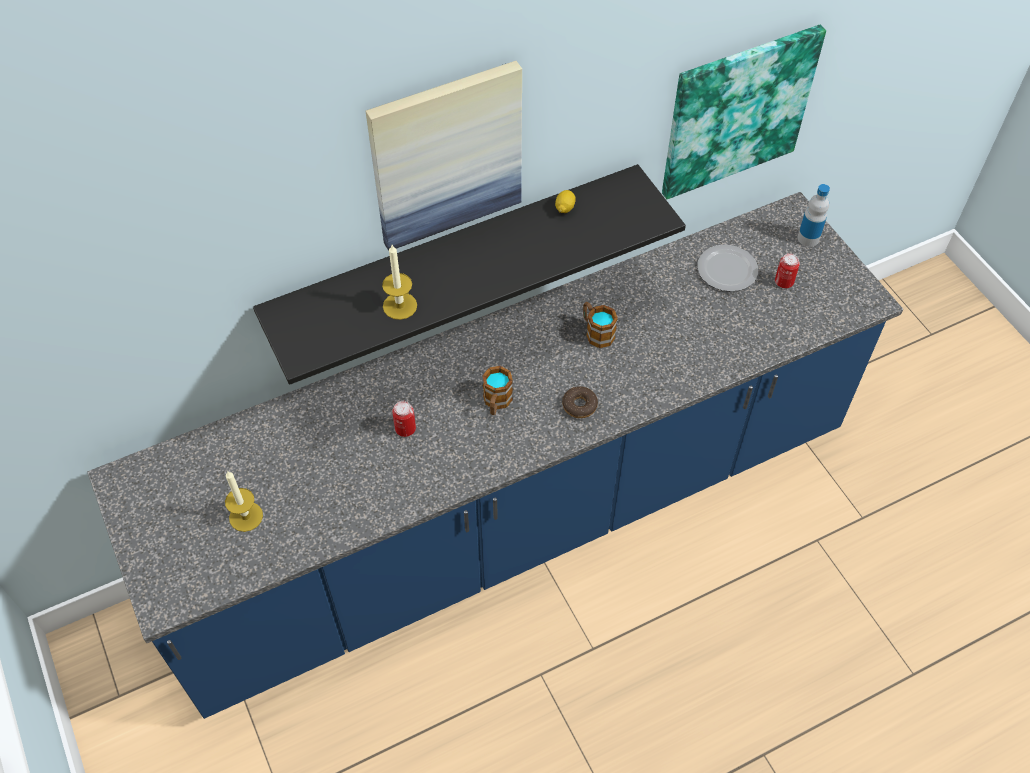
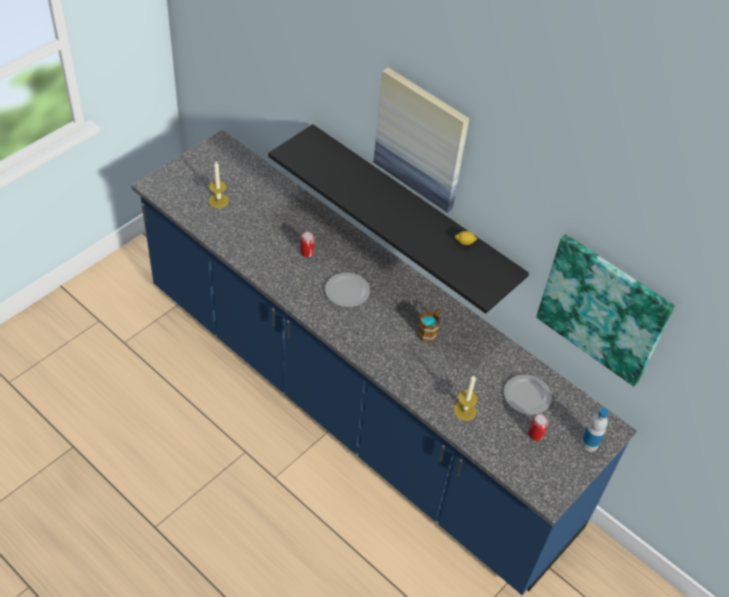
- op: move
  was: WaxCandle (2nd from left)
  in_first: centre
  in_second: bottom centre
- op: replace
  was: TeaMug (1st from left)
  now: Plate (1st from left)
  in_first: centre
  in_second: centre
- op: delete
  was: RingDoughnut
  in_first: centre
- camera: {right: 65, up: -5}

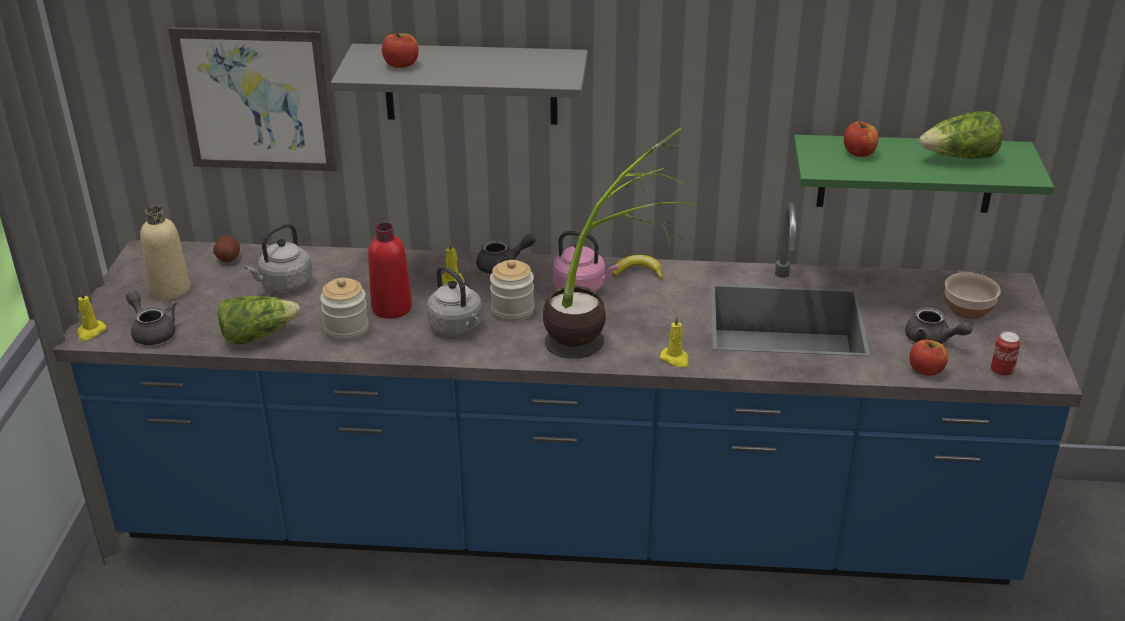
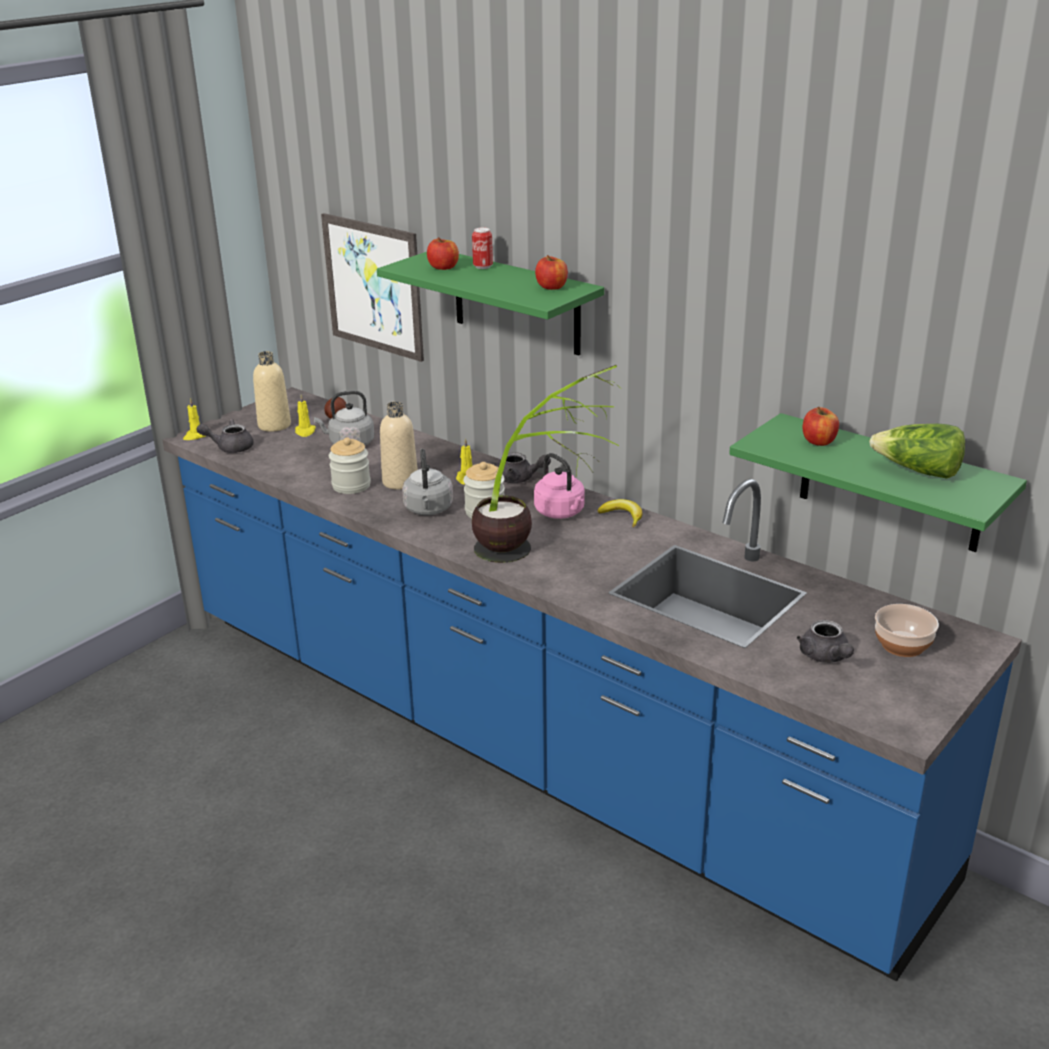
- op: rotate
  was: GreyishTeaPot (1st from left)
  in_first: middle left
  in_second: middle left
  clockwise: -90
- op: delete
  was: LettuceHead (1st from left)
  in_first: middle left
- op: recolor
  was: GreyishShelf
  now: GreenColouredShelf (1st from left)
  in_first: top centre
  in_second: top centre
- op: recolor
  was: ReddishBottle
  now: BeigeColouredBottle (2nd from left)
  in_first: centre
  in_second: centre
- op: move
  was: YellowishWaxCandle (3rd from left in the first image)
  now: YellowishWaxCandle (2nd from left)
  in_first: centre
  in_second: middle left
- op: move
  was: Apple (3rd from left in the first image)
  now: Apple (2nd from left)
  in_first: middle right
  in_second: top centre
- op: move
  was: MetalCan
  in_first: middle right
  in_second: top centre
- camera: {right: 35, up: -5}

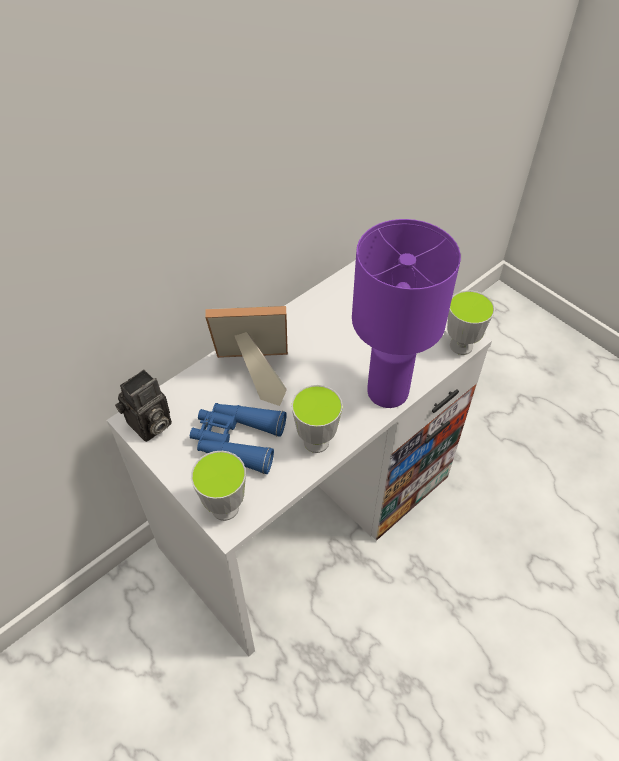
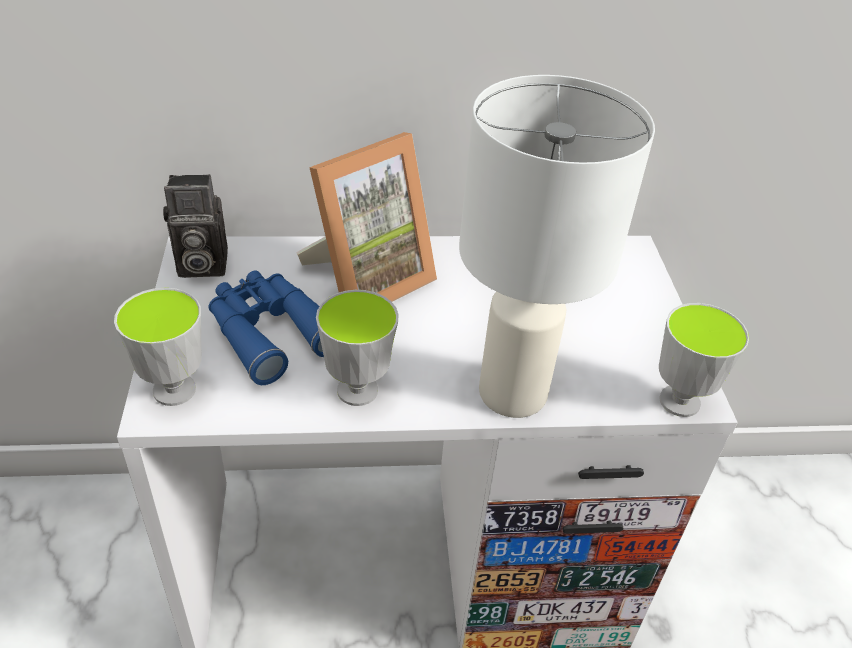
- op: rotate
  was: PictureFrame
  in_first: centre
  in_second: centre
  clockwise: 105
- op: recolor
  was: PurplishLampForATable
  now: WhiteColouredLampForATable
  in_first: centre
  in_second: centre
- camera: {right: 35, up: -10}

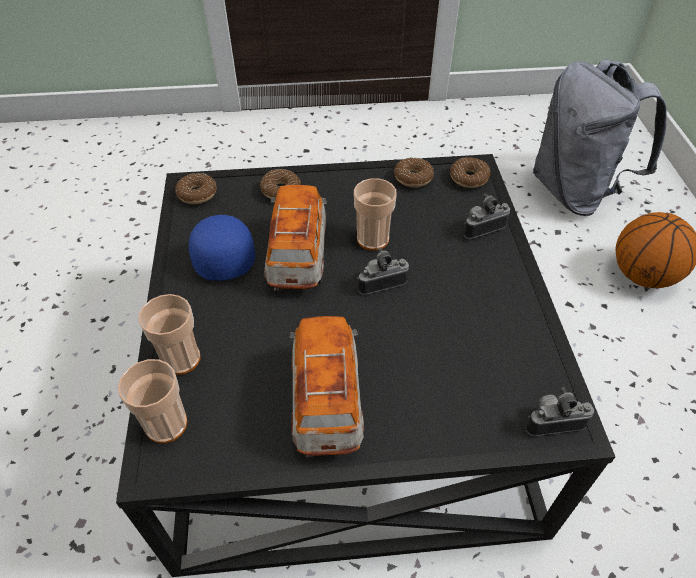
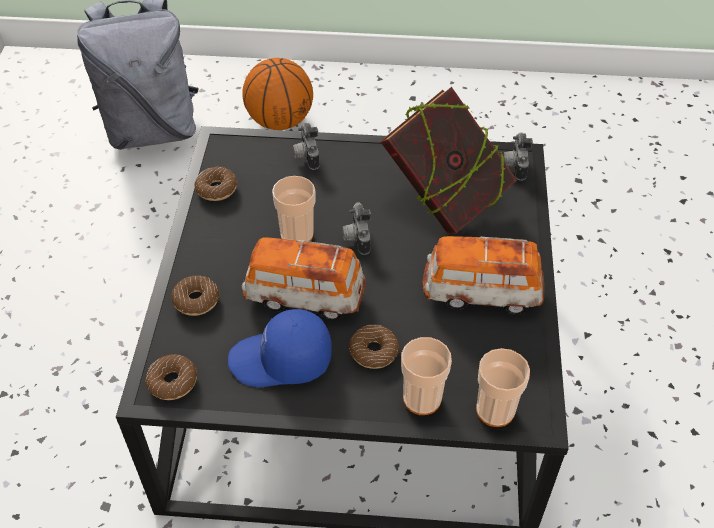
- op: move
  was: RingDoughnut (4th from left)
  in_first: top right
  in_second: centre
- op: insert
  now: BoundBook
  in_second: top centre
- camera: {right: -80, up: 0}

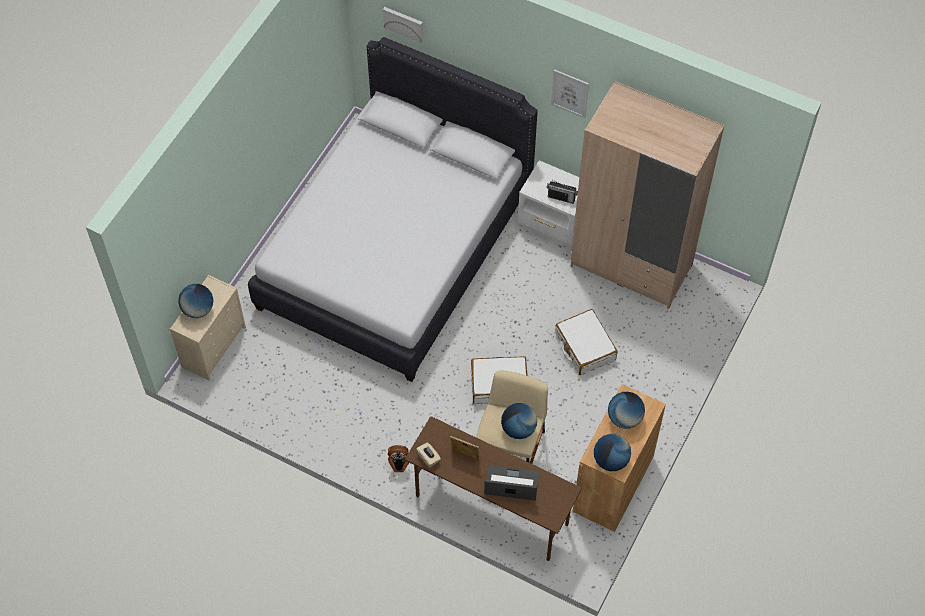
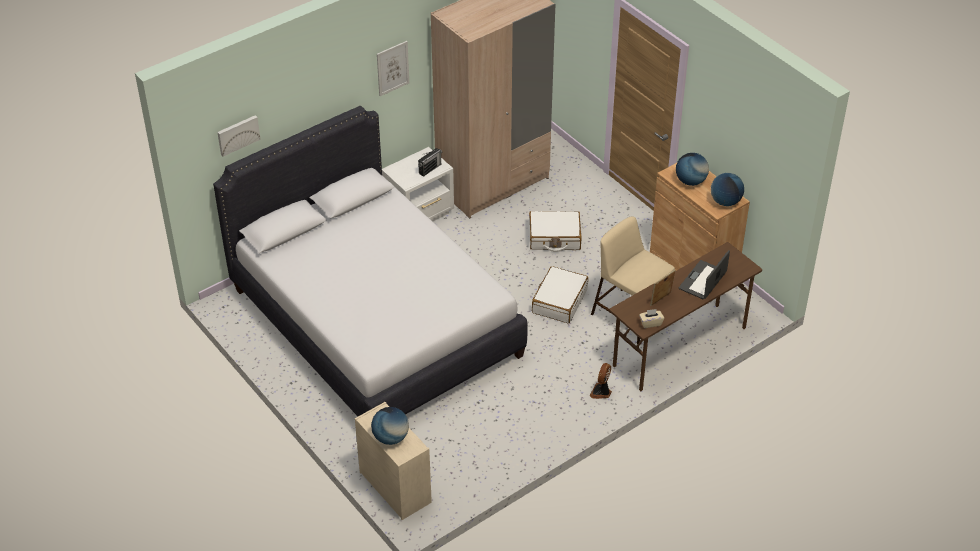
- op: delete
  was: DeskGlobe (2nd from left)
  in_first: bottom centre
- camera: {right: -65, up: -15}

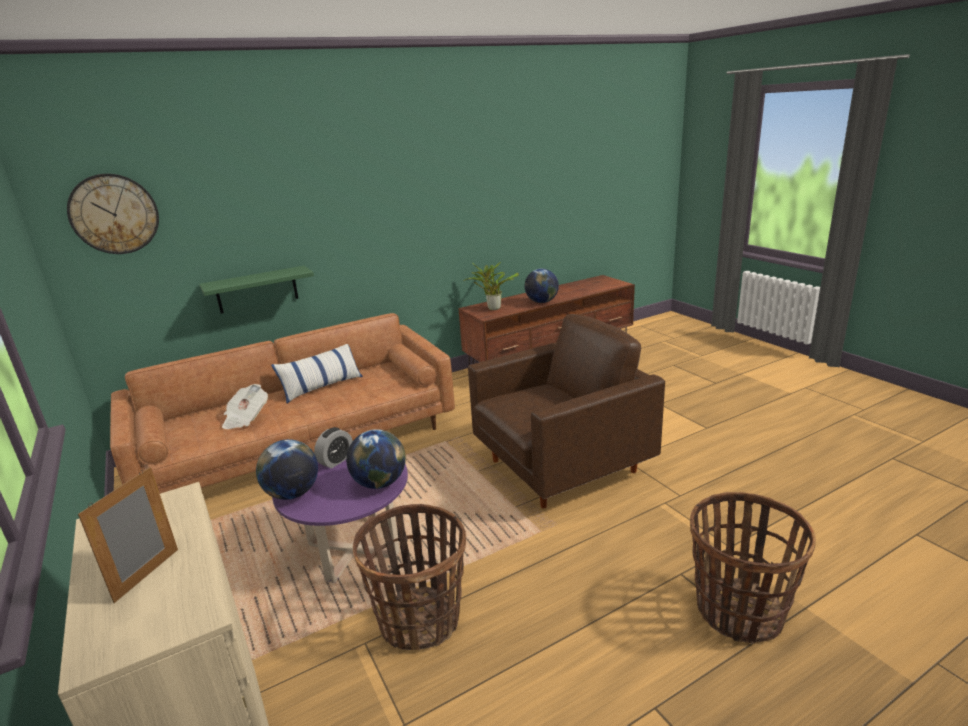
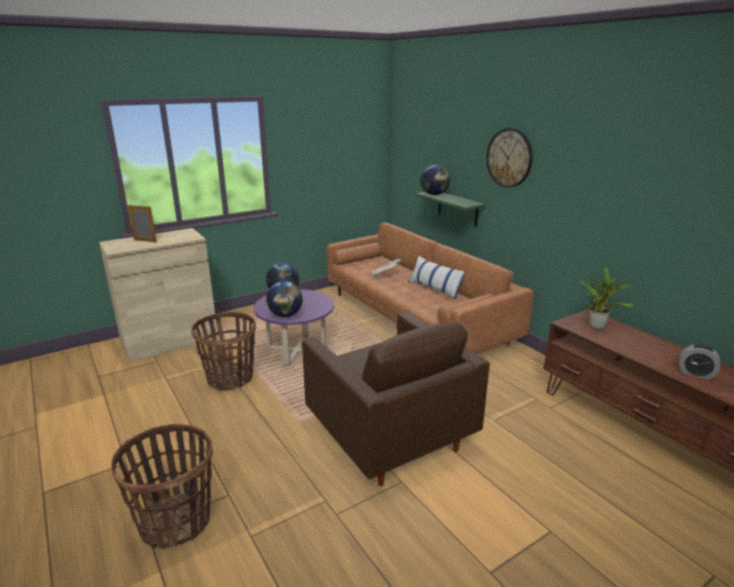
- op: move
  was: ClockOnTheWall
  in_first: top left
  in_second: top right
- op: move
  was: TableClock
  in_first: centre
  in_second: middle right
- op: move
  was: DeskGlobe (3rd from left)
  in_first: centre
  in_second: top centre
- camera: {right: 85, up: 0}

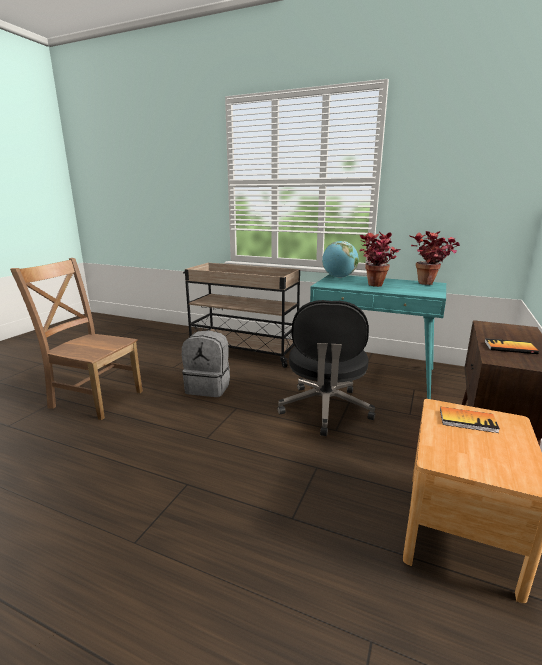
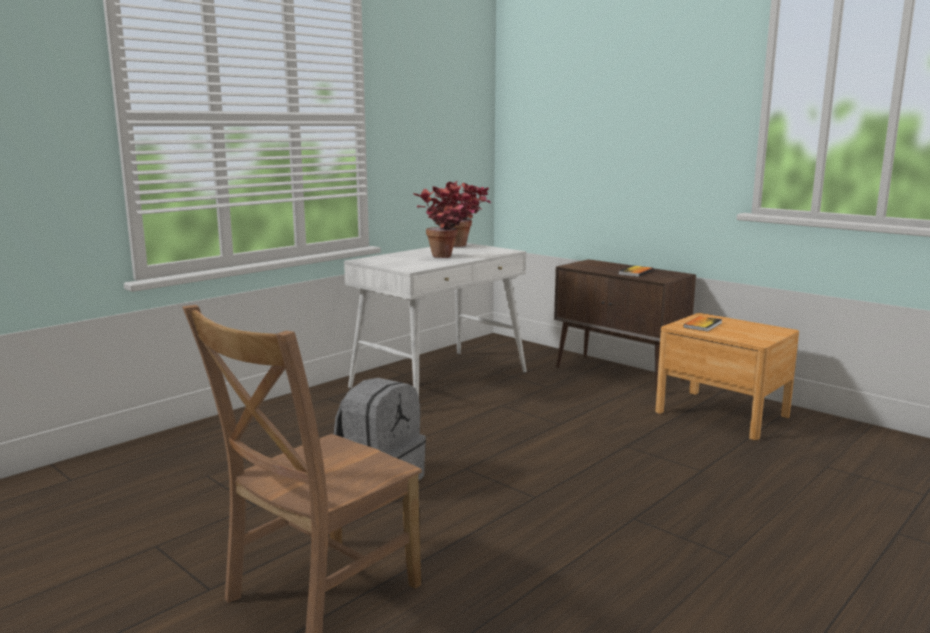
- op: delete
  was: BeigeColouredWheeledCart
  in_first: centre
- op: delete
  was: BlackishOfficeChair
  in_first: centre
- op: recolor
  was: BlueGreenDeskUnit
  now: WhiteColouredDeskUnit
  in_first: middle right
  in_second: centre
- op: delete
  was: DeskGlobe
  in_first: centre
- camera: {right: -70, up: -5}

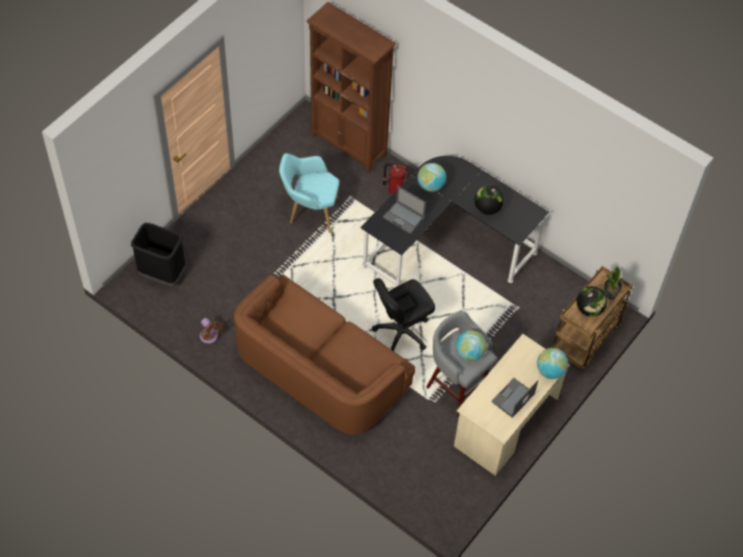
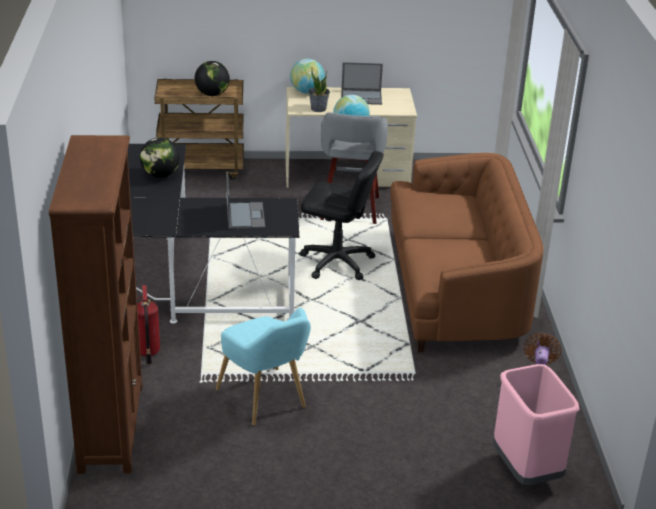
- op: recolor
  was: BlackishRubbishBin
  now: PinkRubbishBin
  in_first: middle left
  in_second: bottom right
- op: delete
  was: DeskGlobe (1st from left)
  in_first: top centre
- op: move
  was: PlantInAPot
  in_first: middle right
  in_second: top centre
- camera: {right: -130, up: -25}

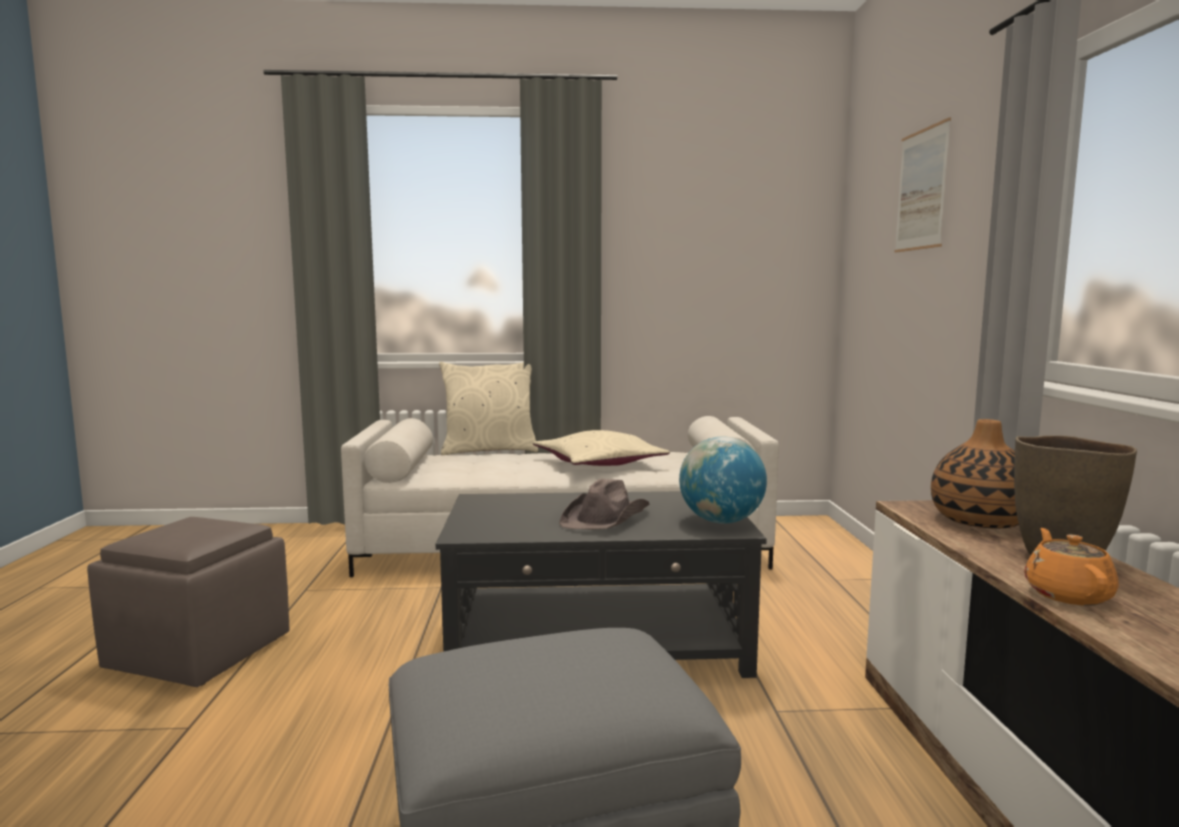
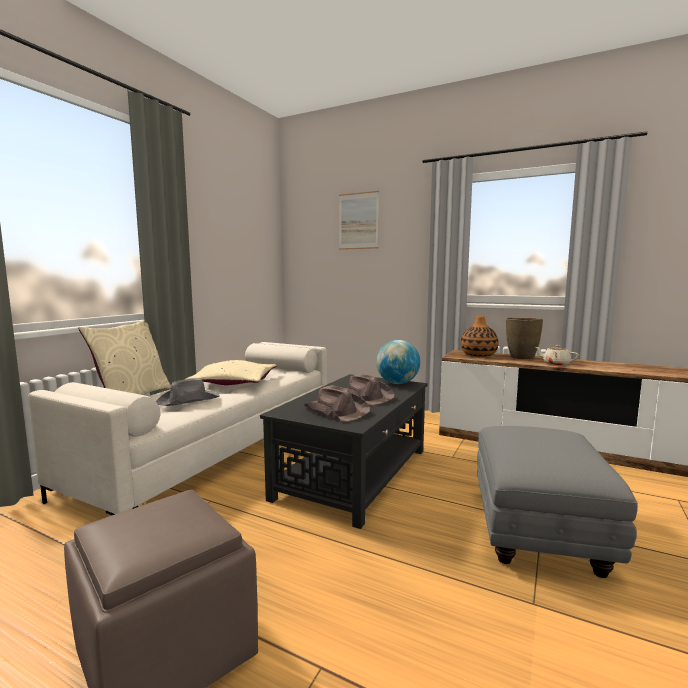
- op: recolor
  was: OrangeColouredTeaPot
  now: BeigeColouredTeaPot
  in_first: bottom right
  in_second: middle right
- op: insert
  now: GreyishWearableHat
  in_second: middle left
- op: insert
  now: BrownishWearableHat (1st from left)
  in_second: centre
- camera: {right: -60, up: 0}

